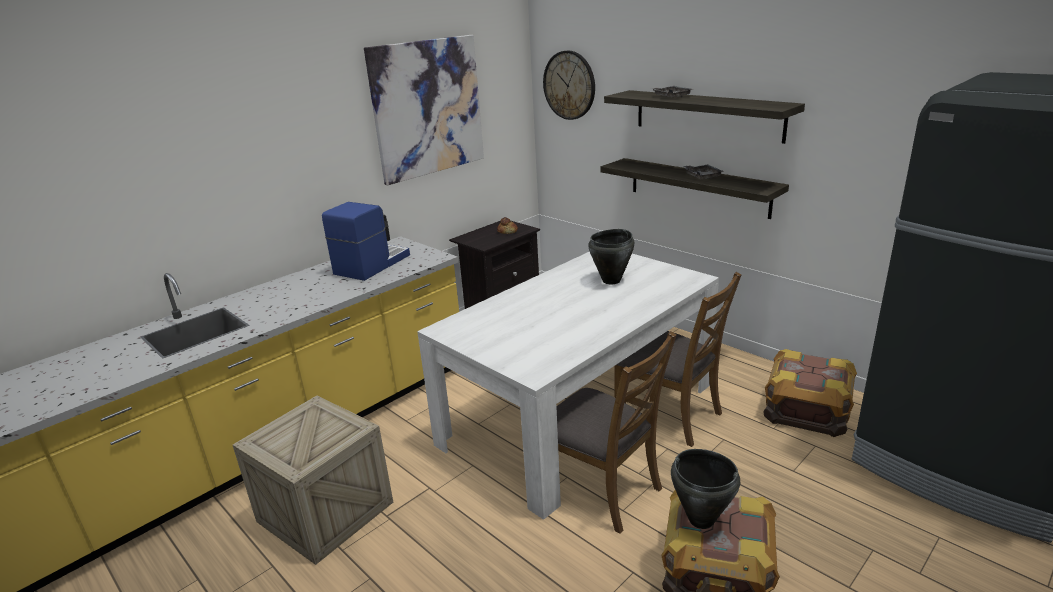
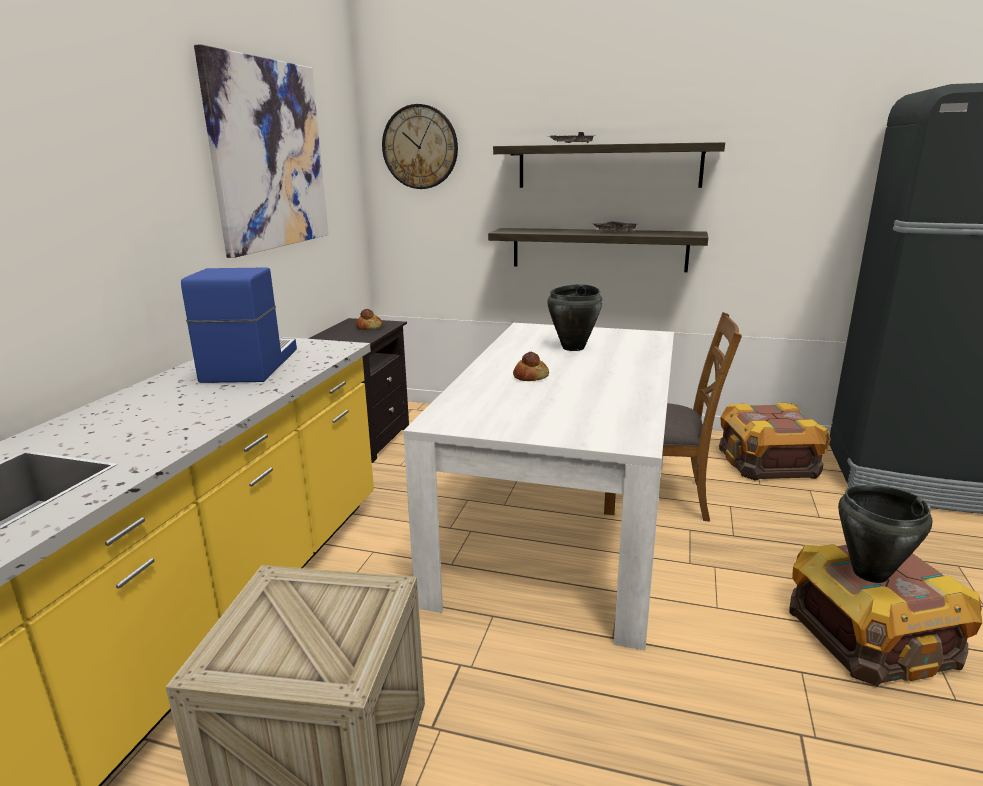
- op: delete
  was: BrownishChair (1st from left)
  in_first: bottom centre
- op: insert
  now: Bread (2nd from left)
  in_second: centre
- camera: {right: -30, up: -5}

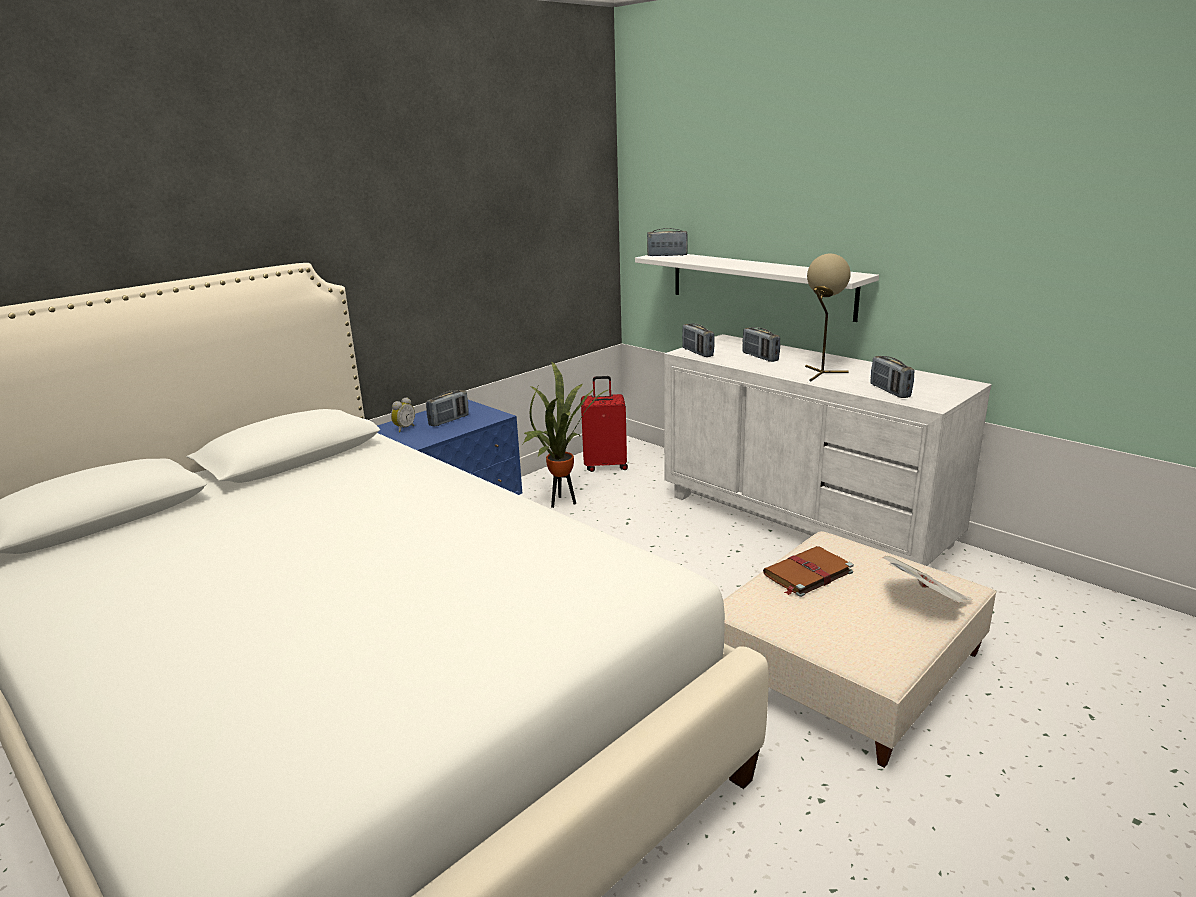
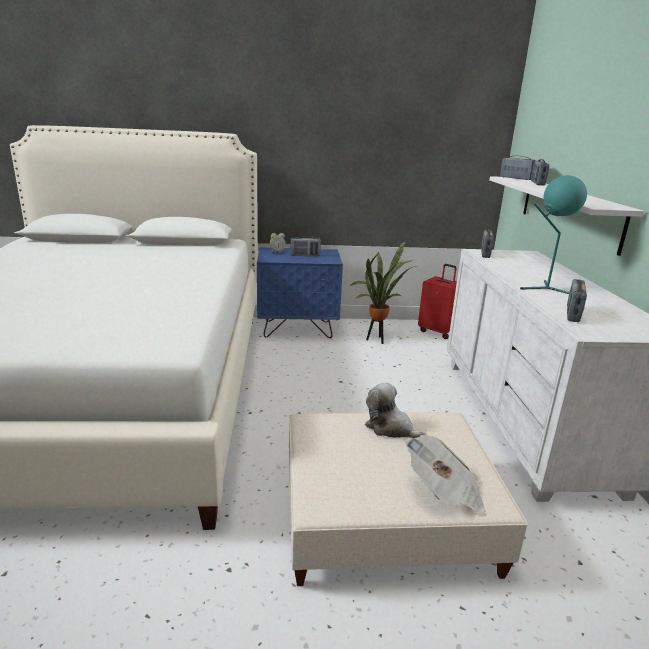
- op: move
  was: Radio (4th from left)
  in_first: centre
  in_second: top right
- op: replace
  was: BrownishBoundBook
  now: CuddlyToy
  in_first: middle right
  in_second: centre
- op: recolor
  was: BeigeColouredLampForATable
  now: BlueGreenLampForATable
  in_first: middle right
  in_second: middle right
- camera: {right: 40, up: 0}

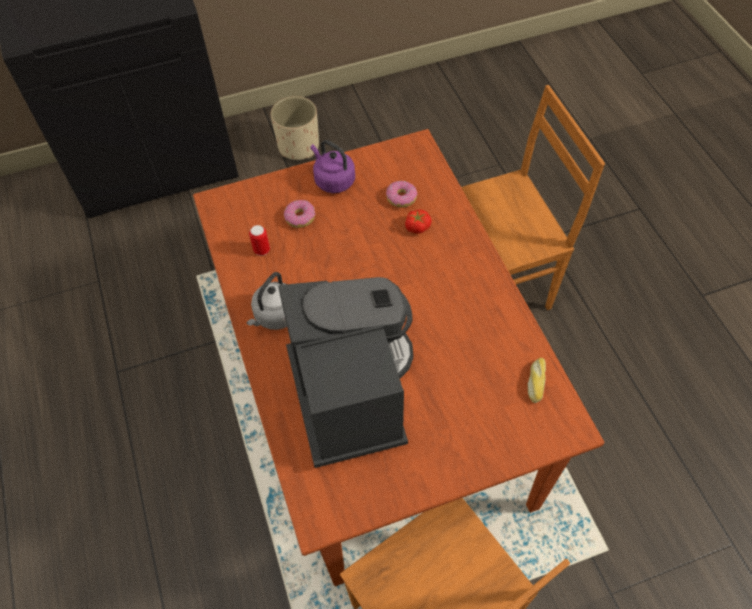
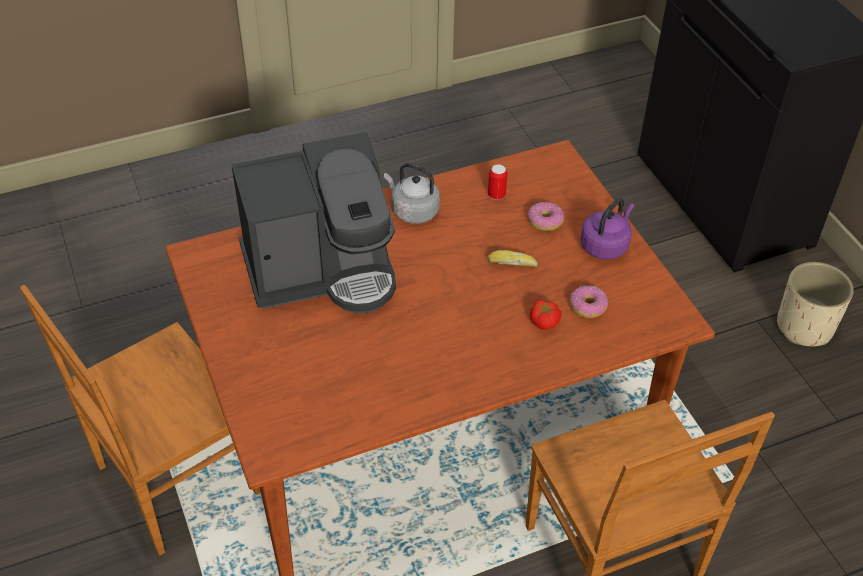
- op: move
  was: Bread
  in_first: middle right
  in_second: centre
- camera: {right: 85, up: -10}

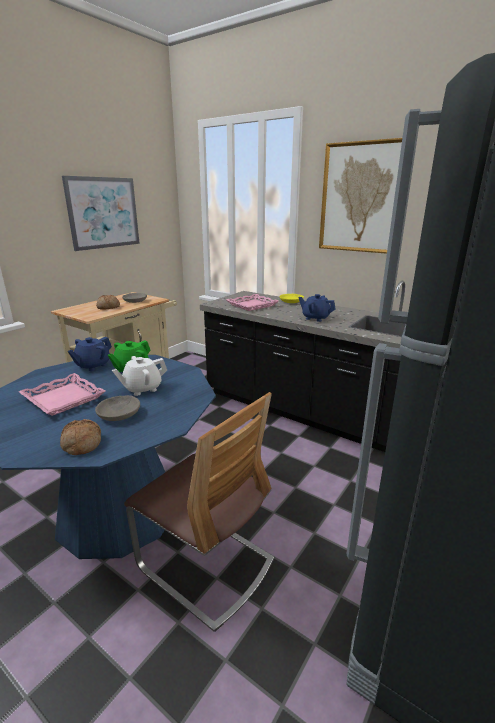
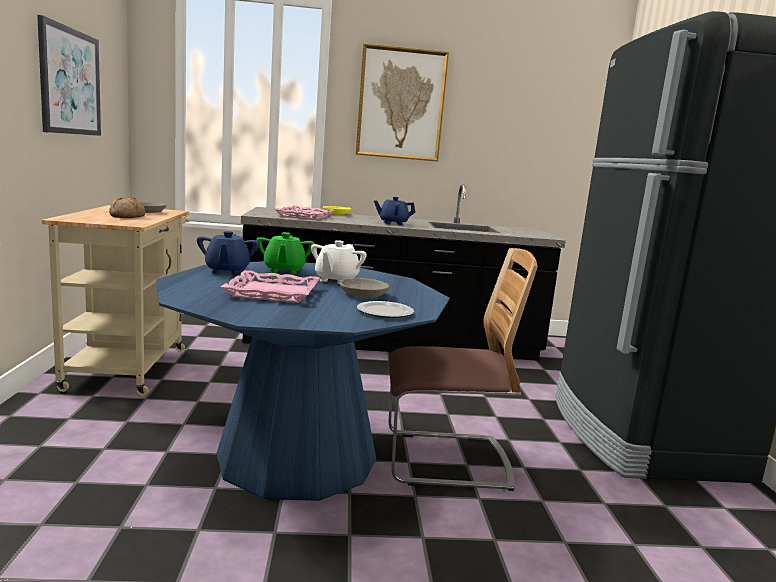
- op: replace
  was: Bread (1st from left)
  now: Plate
  in_first: middle left
  in_second: centre
- camera: {right: -40, up: -10}

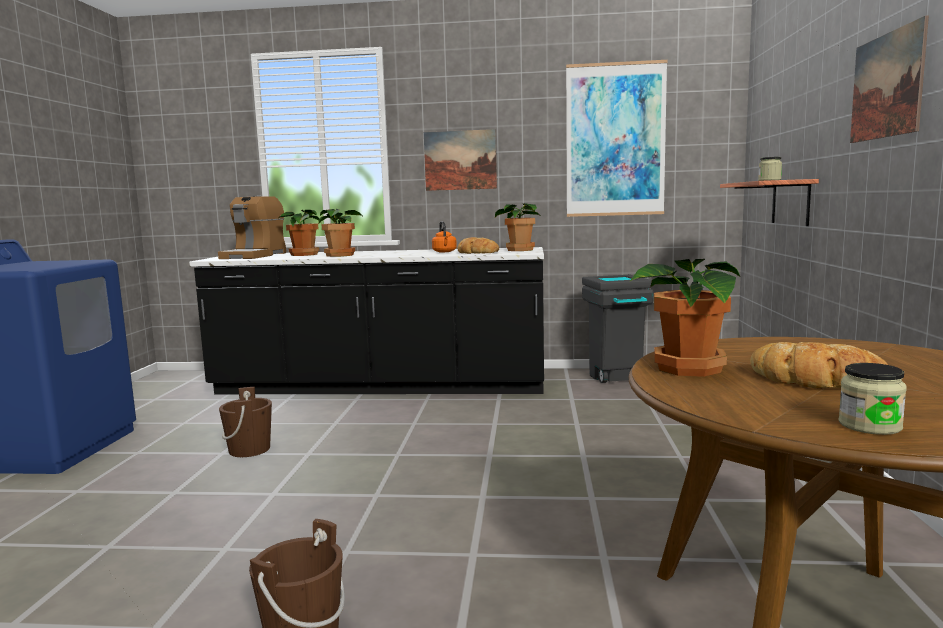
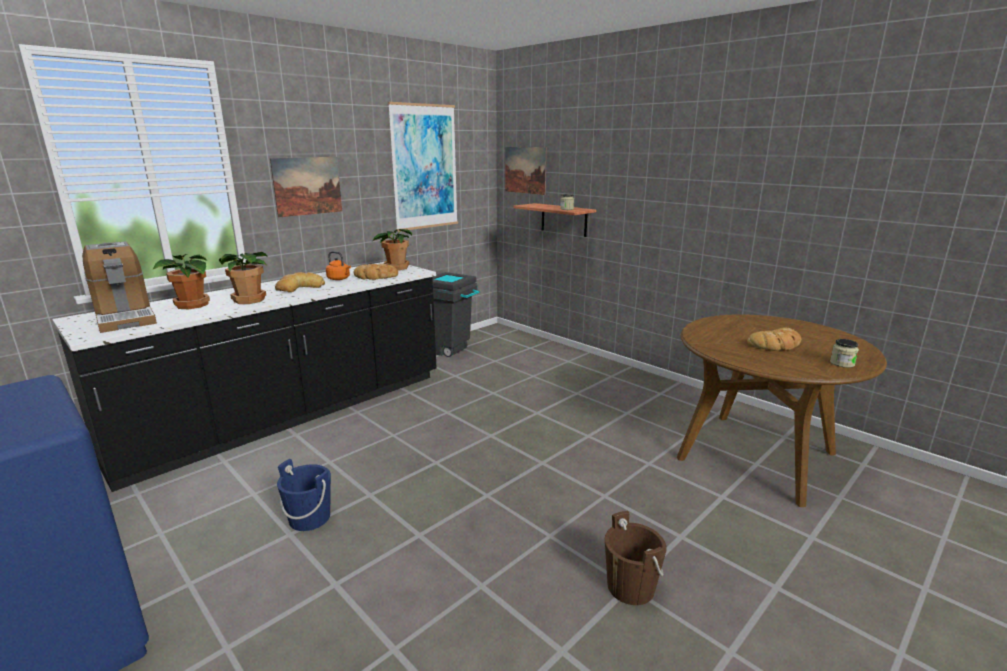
- op: recolor
  was: BrownishPail (1st from left)
  now: BluishPail
  in_first: bottom left
  in_second: bottom left
- op: delete
  was: PlantInAPot (4th from left)
  in_first: middle right
- op: move
  was: WallPicture (3rd from left)
  in_first: top right
  in_second: top centre
- op: insert
  now: Bread (1st from left)
  in_second: middle left
- camera: {right: -50, up: 10}

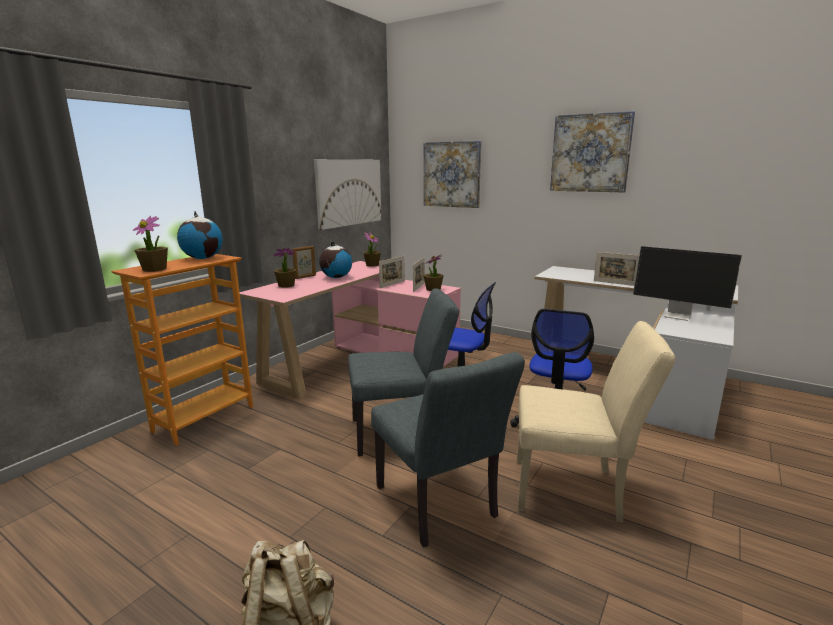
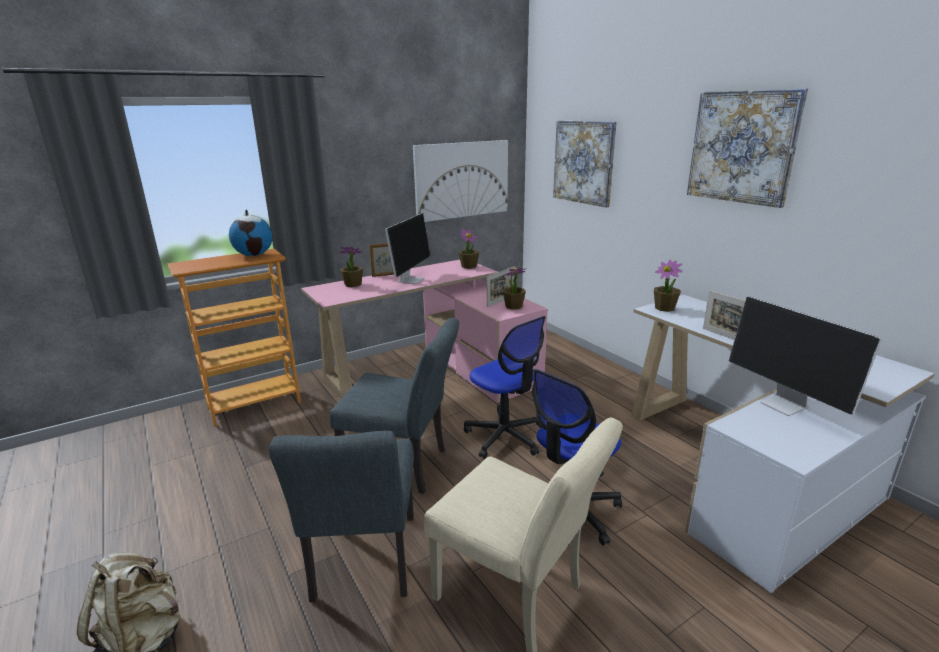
- op: move
  was: PlantInAPot (1st from left in the first image)
  now: PlantInAPot (4th from left)
  in_first: middle left
  in_second: middle right
- op: replace
  was: DeskGlobe (2nd from left)
  now: Monitor (1st from left)
  in_first: centre
  in_second: centre
- op: delete
  was: PictureFrame (2nd from left)
  in_first: centre
- camera: {right: 25, up: 5}

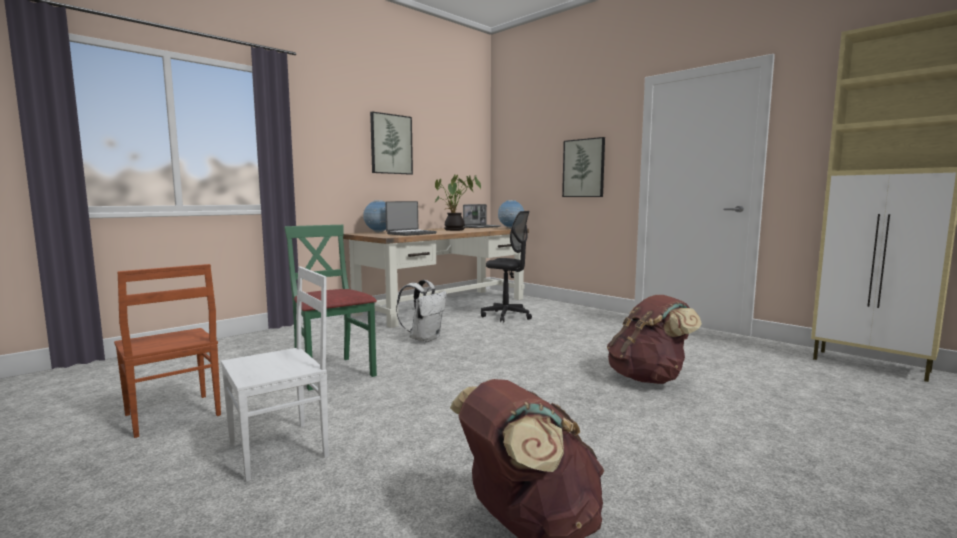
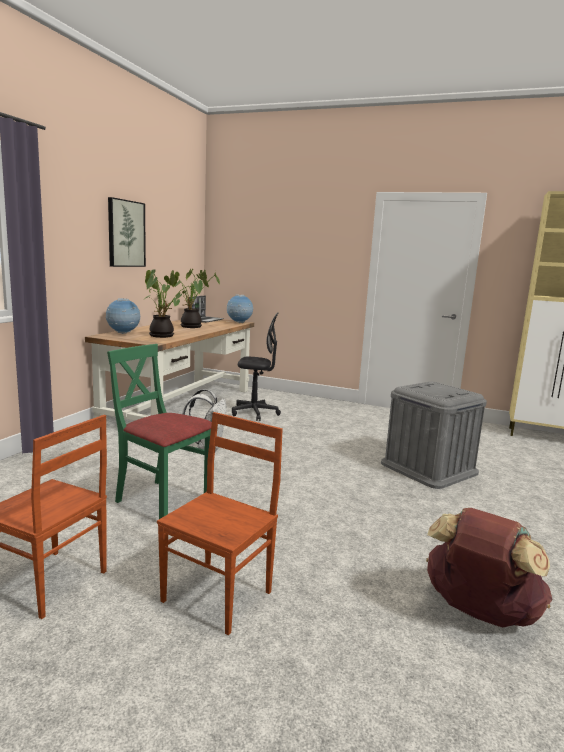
- op: recolor
  was: WhiteColouredChair
  now: BrownishChair (2nd from left)
  in_first: bottom left
  in_second: bottom centre
- op: replace
  was: NotebookComputer (1st from left)
  now: PlantInAPot (1st from left)
  in_first: centre
  in_second: middle left
- op: delete
  was: WallPicture (2nd from left)
  in_first: top centre
- op: replace
  was: BrownishBackpack (2nd from left)
  now: GreyishStorageBin
  in_first: middle right
  in_second: middle right
- camera: {right: -25, up: 5}

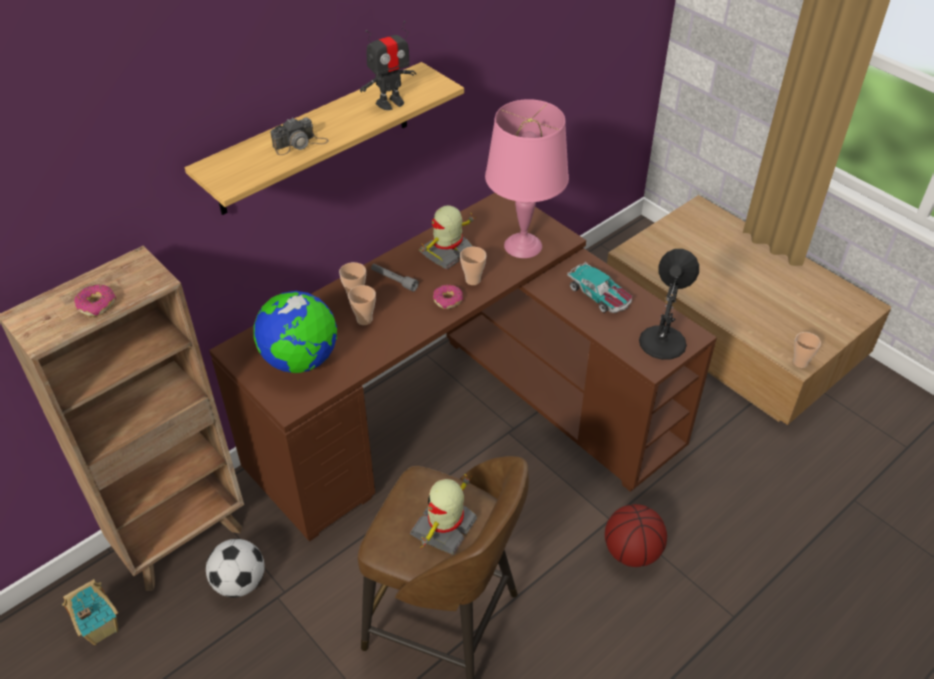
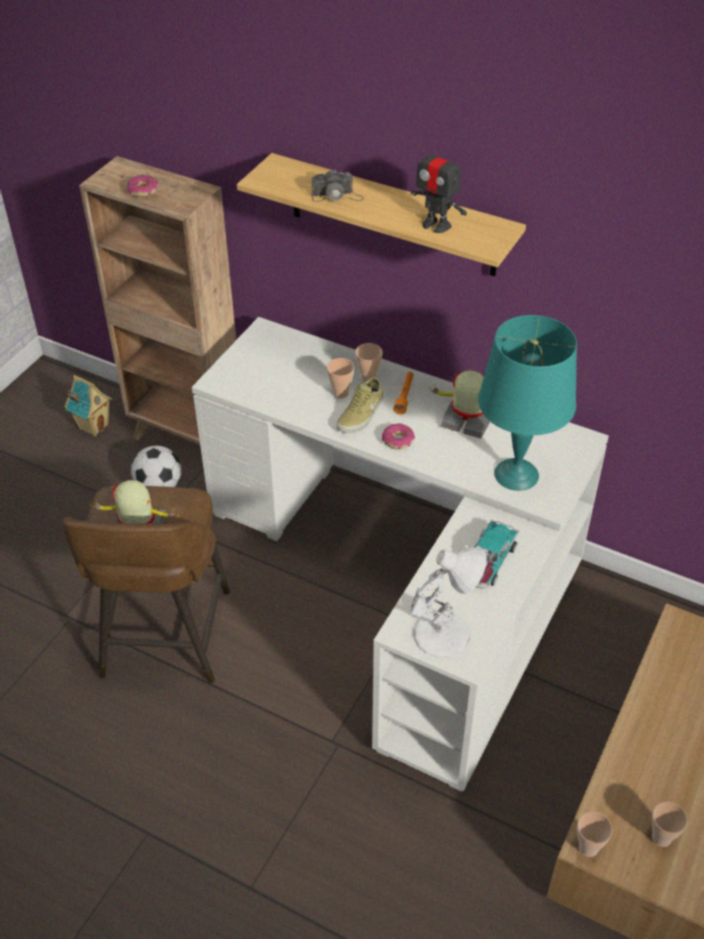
- op: recolor
  was: BrownishDeskUnit
  now: WhiteColouredDeskUnit
  in_first: centre
  in_second: centre
- op: delete
  was: DeskGlobe
  in_first: middle left
- op: rotate
  was: PhotoCamera
  in_first: top left
  in_second: top centre
  clockwise: -45
- op: recolor
  was: GreyishFlashlight
  now: OrangeColouredFlashlight
  in_first: centre
  in_second: centre
- op: move
  was: DrinkingCup (3rd from left in the first image)
  now: DrinkingCup (4th from left)
  in_first: centre
  in_second: bottom right
- op: recolor
  was: PinkLampForATable
  now: BlueGreenLampForATable
  in_first: top centre
  in_second: middle right
- op: delete
  was: BasketballBall
  in_first: bottom right
- op: recolor
  was: BlackishLampForATable
  now: WhiteColouredLampForATable
  in_first: middle right
  in_second: centre
- op: insert
  now: BeigeColouredItemOfFootwear
  in_second: centre
- camera: {right: 70, up: 0}

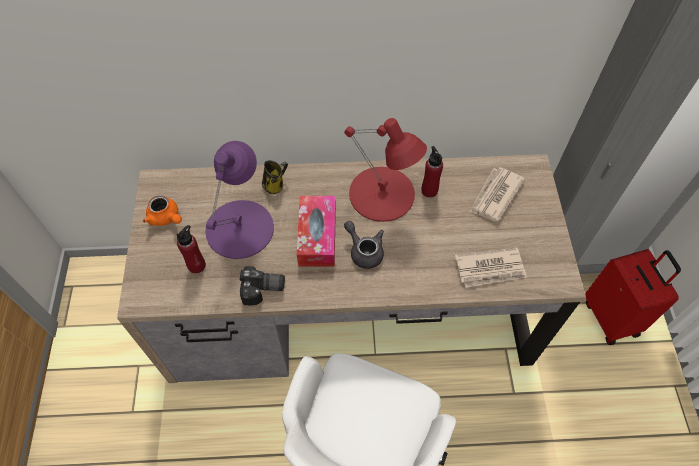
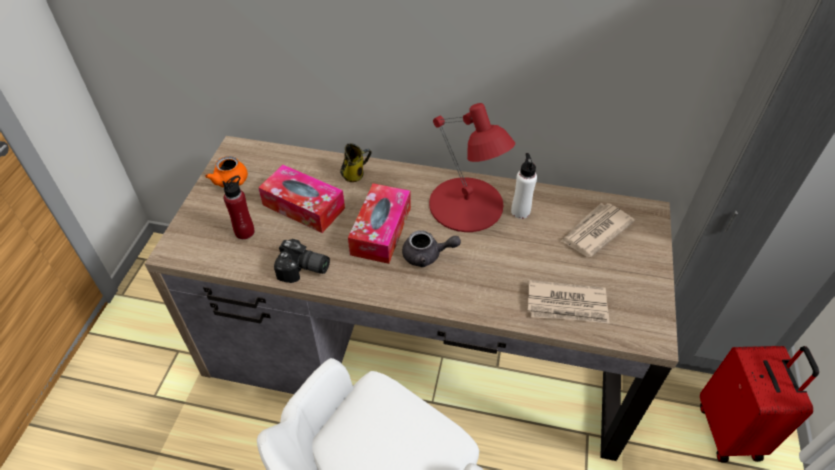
- op: replace
  was: PurplishLampForATable
  now: BoxOfTissues (1st from left)
  in_first: centre
  in_second: centre
- op: rotate
  was: GreyishTeaPot
  in_first: centre
  in_second: centre
  clockwise: 120
- op: recolor
  was: ReddishBottle (2nd from left)
  now: WhiteColouredBottle
  in_first: centre
  in_second: centre
- camera: {right: 15, up: -10}

